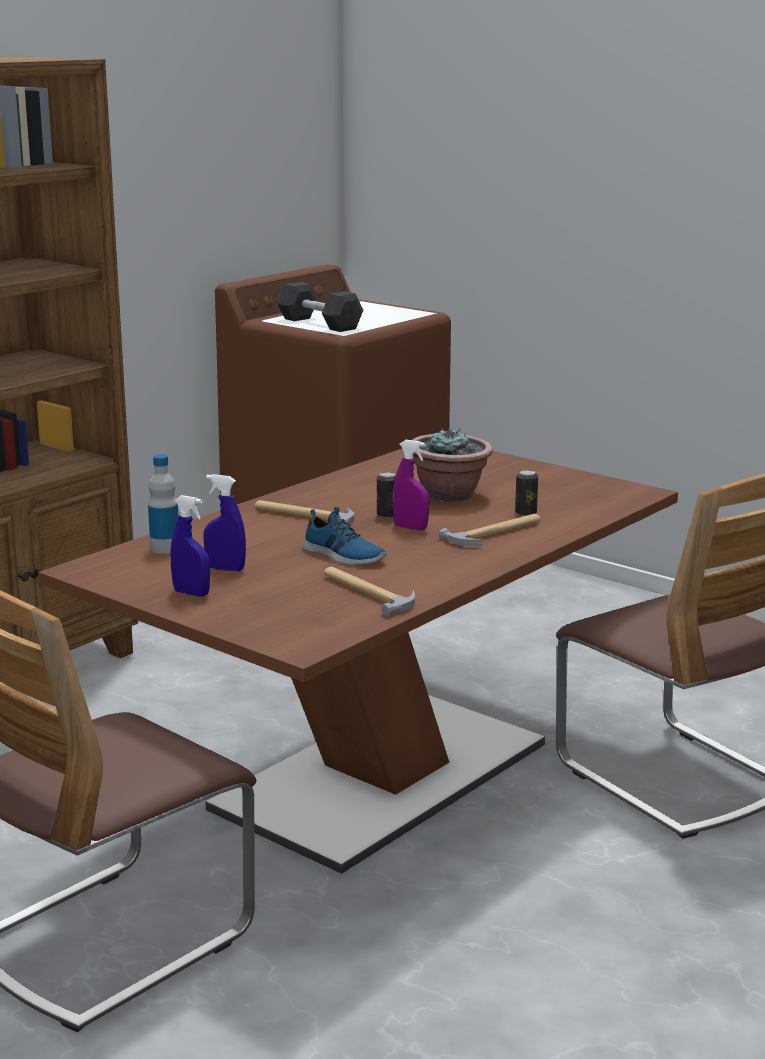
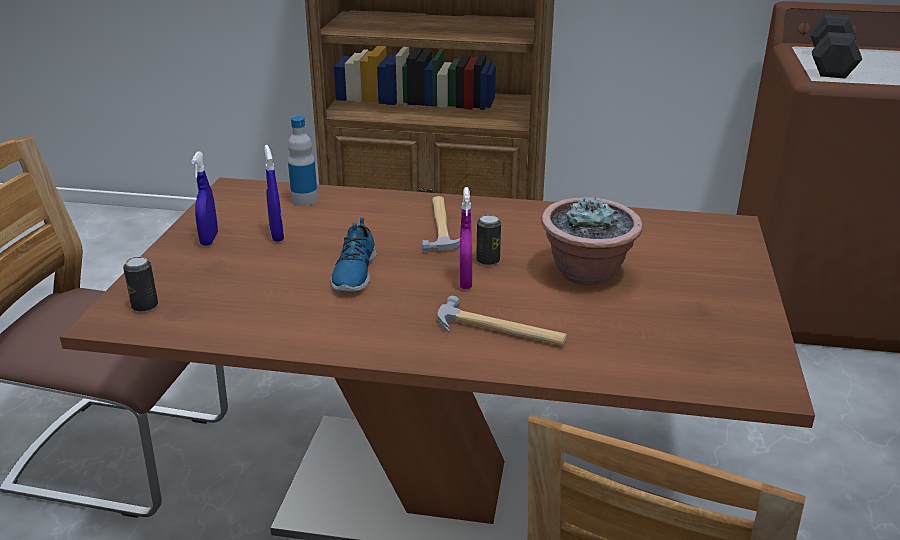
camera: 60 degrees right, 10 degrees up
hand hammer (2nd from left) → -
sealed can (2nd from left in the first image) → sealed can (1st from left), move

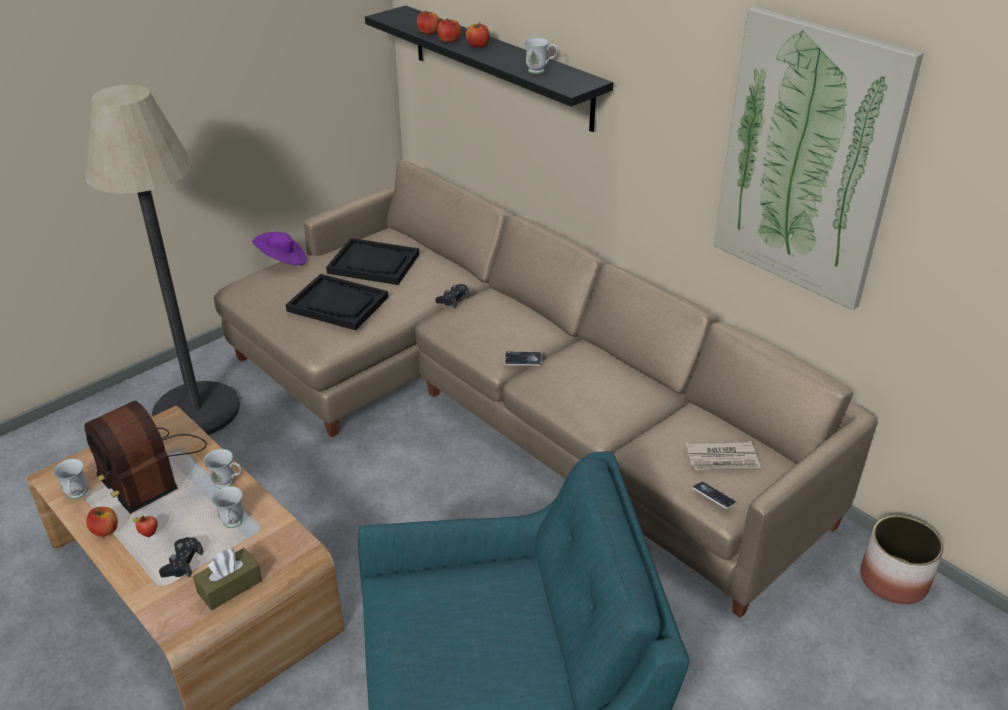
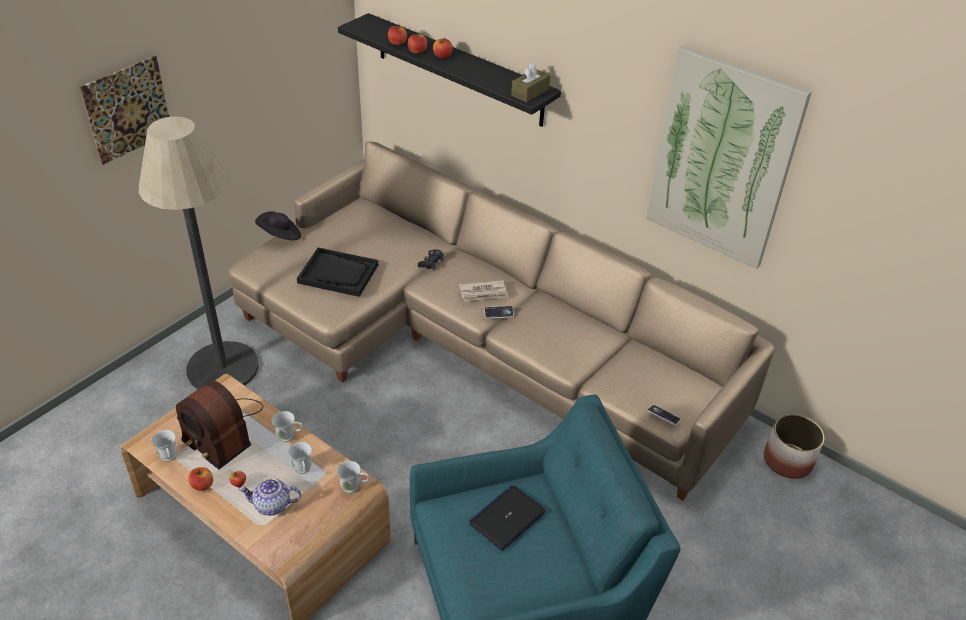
camera: 10 degrees left, 5 degrees up
gamepad/blackish (1st from left) → pot for tea
box of tissues/brownish, move
hat/purplish → hat/blackish
carrying tray/blackish (2nd from left) → -
tea mug/white-coloured (4th from left), move
daily paper, move
- → wall picture (1st from left)
- → portable computer

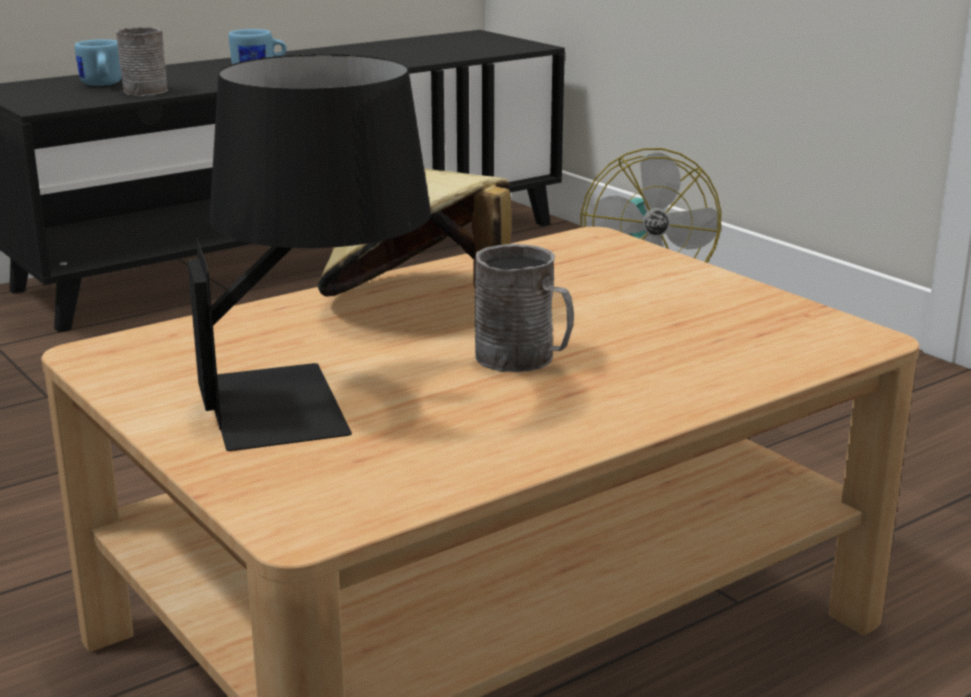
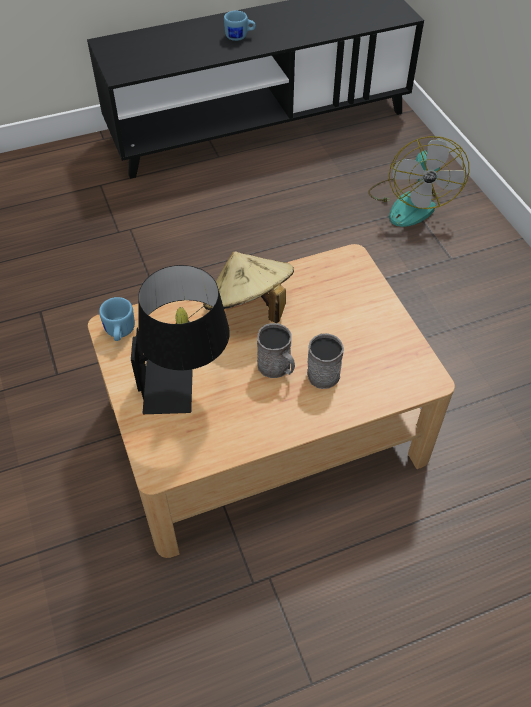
camera: 15 degrees right, 30 degrees up
tea mug/blue-coloured (1st from left), move
tea mug/greyish (1st from left in the first image) → tea mug/greyish (2nd from left), move

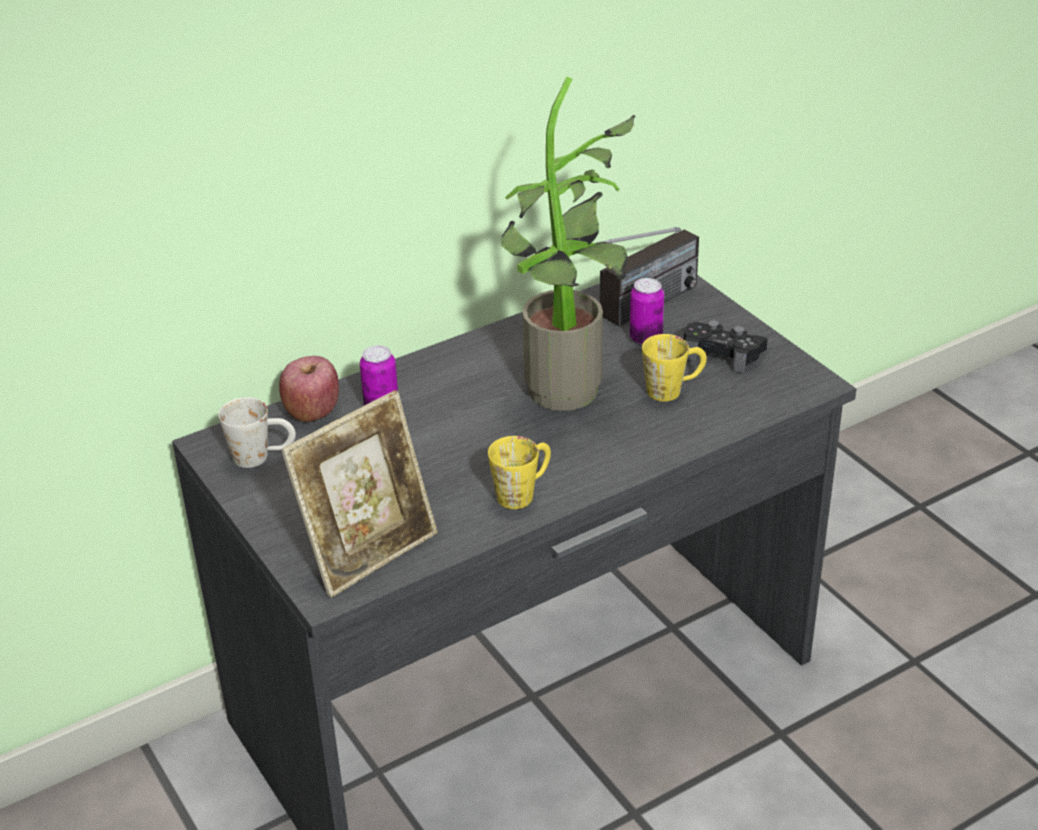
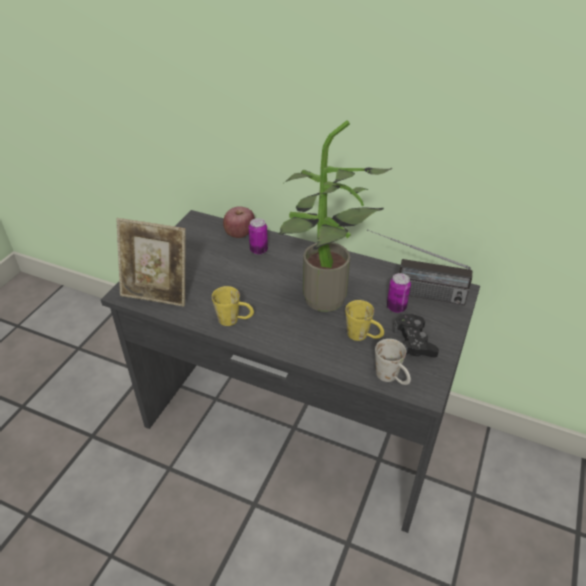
camera: 55 degrees right, 5 degrees up
tea mug/white-coloured, move

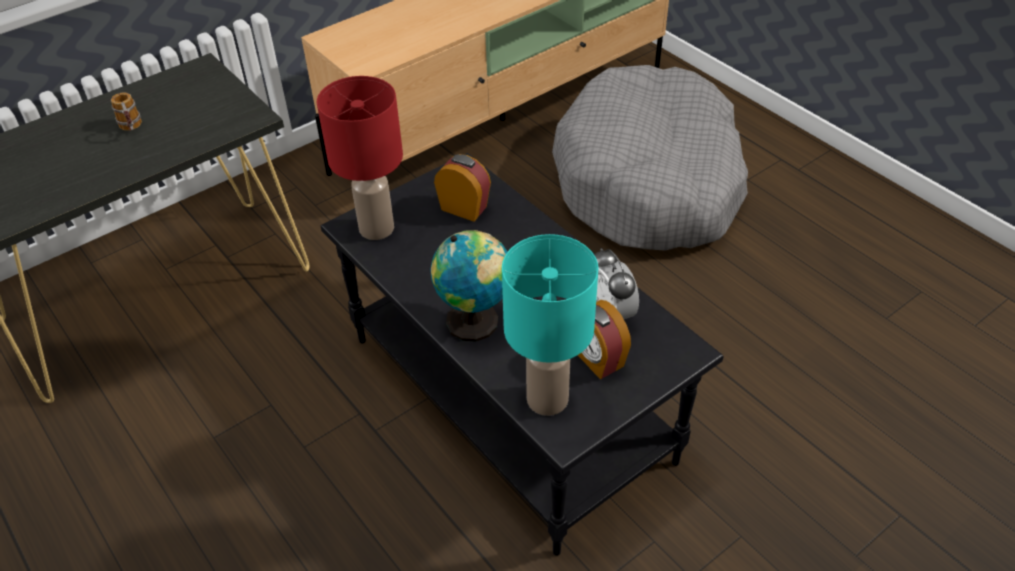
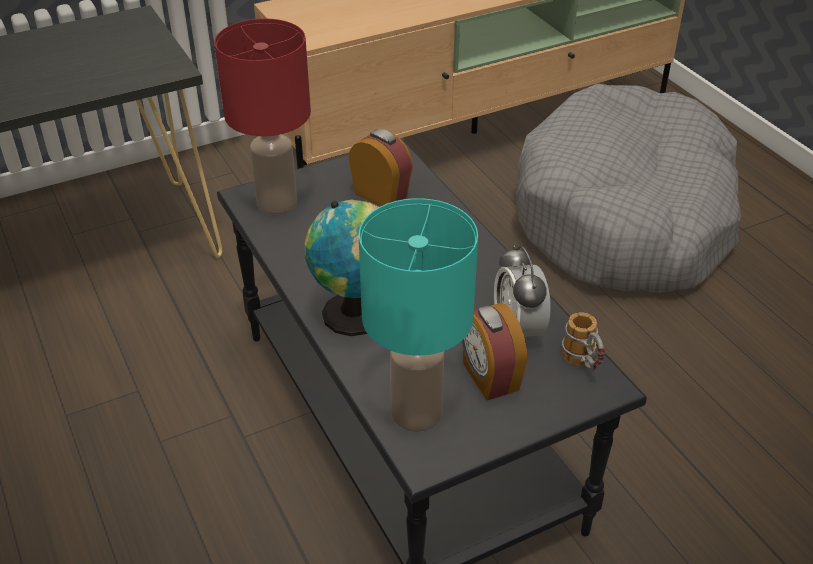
camera: 10 degrees right, 5 degrees down
tea mug, move

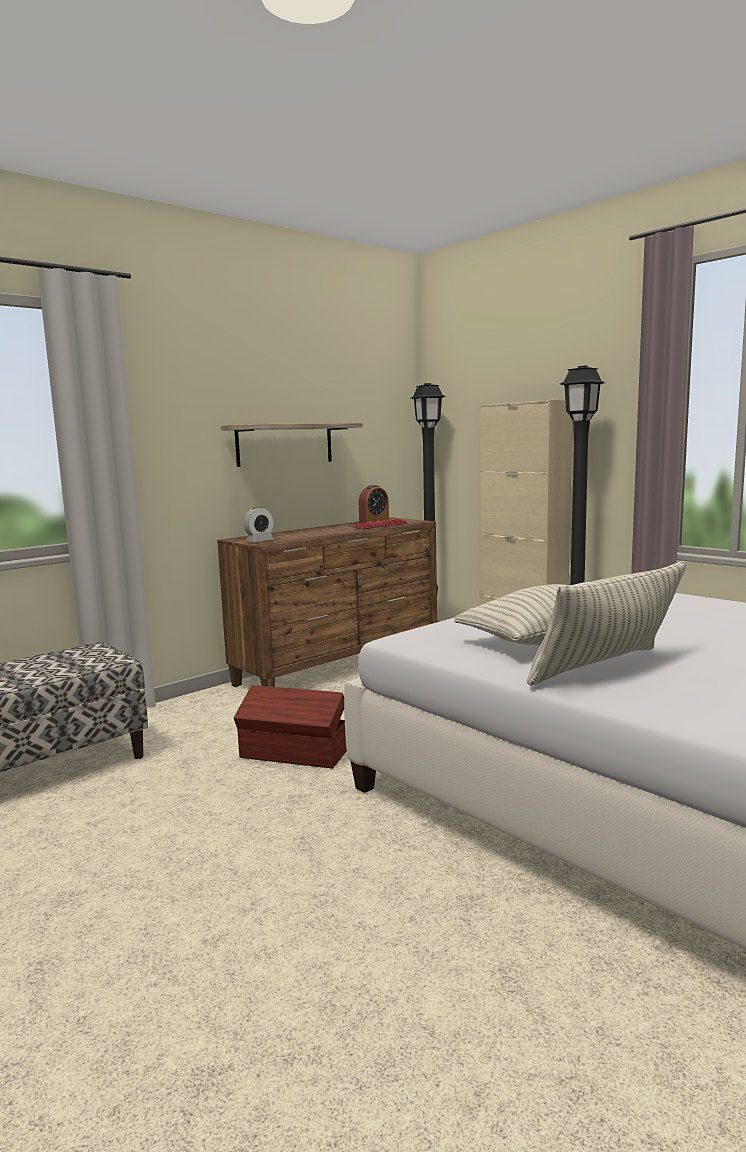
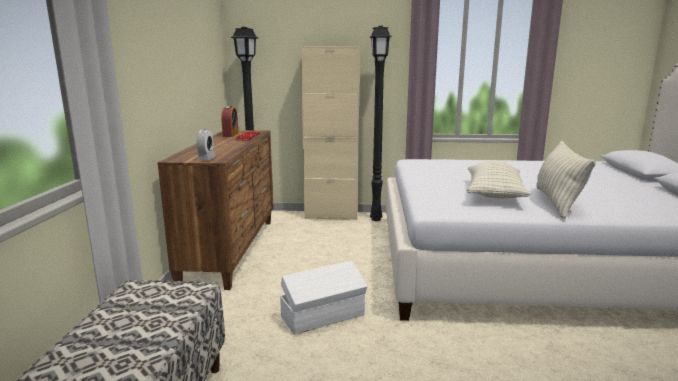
camera: 45 degrees left, 5 degrees up
wall shelf → -
storage box/brownish → storage box/white-coloured

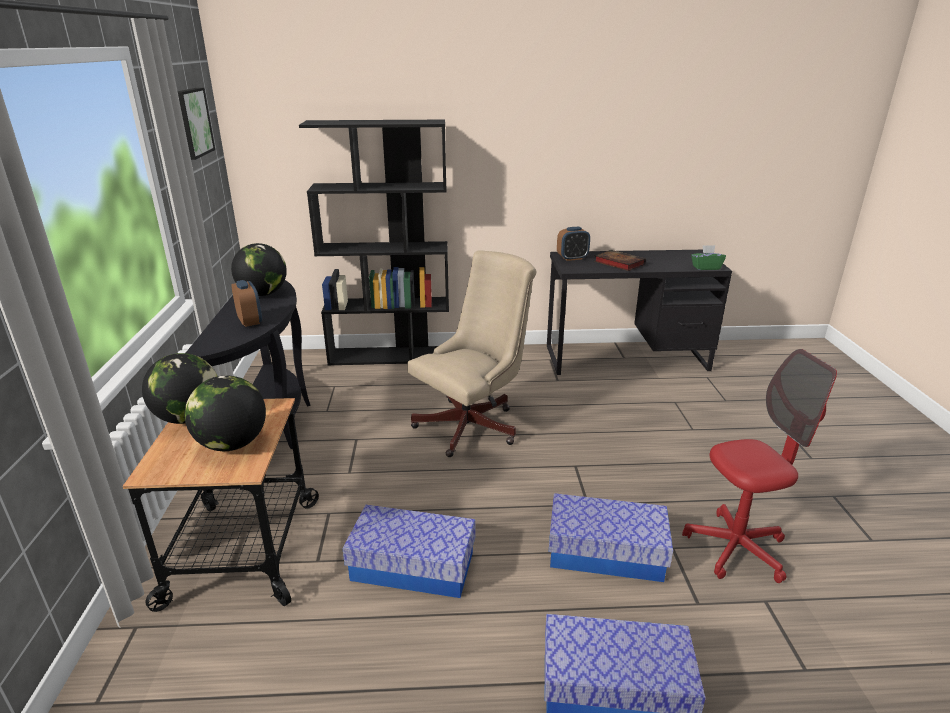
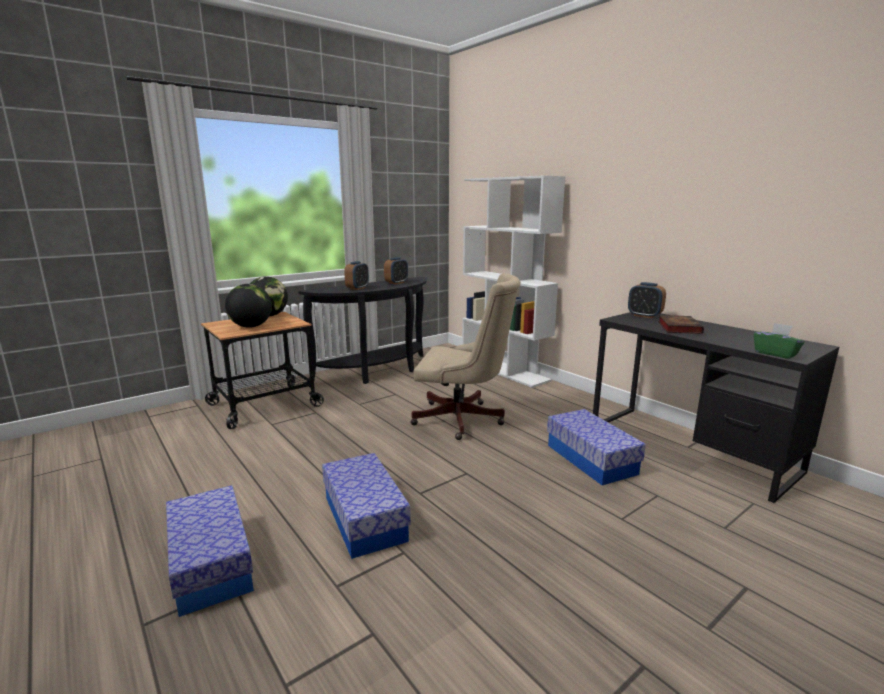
camera: 55 degrees right, 10 degrees down
wall picture → -
world globe (3rd from left) → alarm clock (2nd from left)
bookcase/blackish → bookcase/white-coloured
storage box (1st from left in the first image) → storage box (3rd from left), move
computer chair/reddish → -

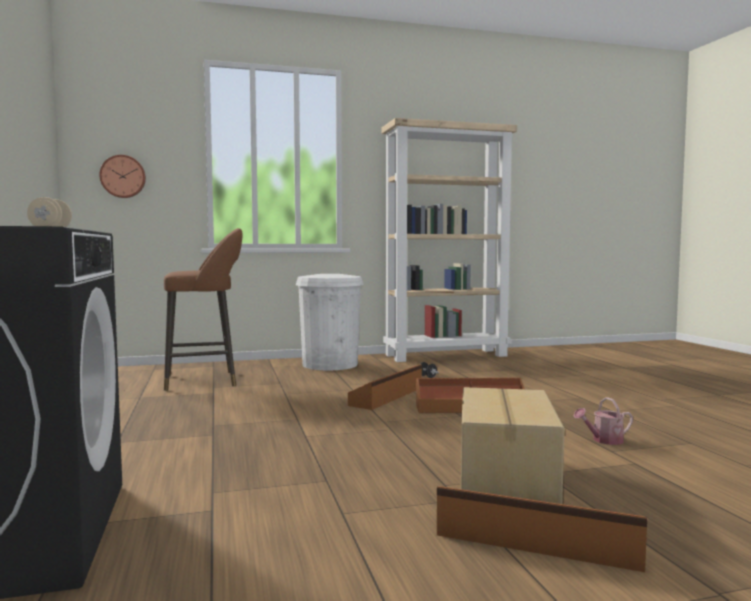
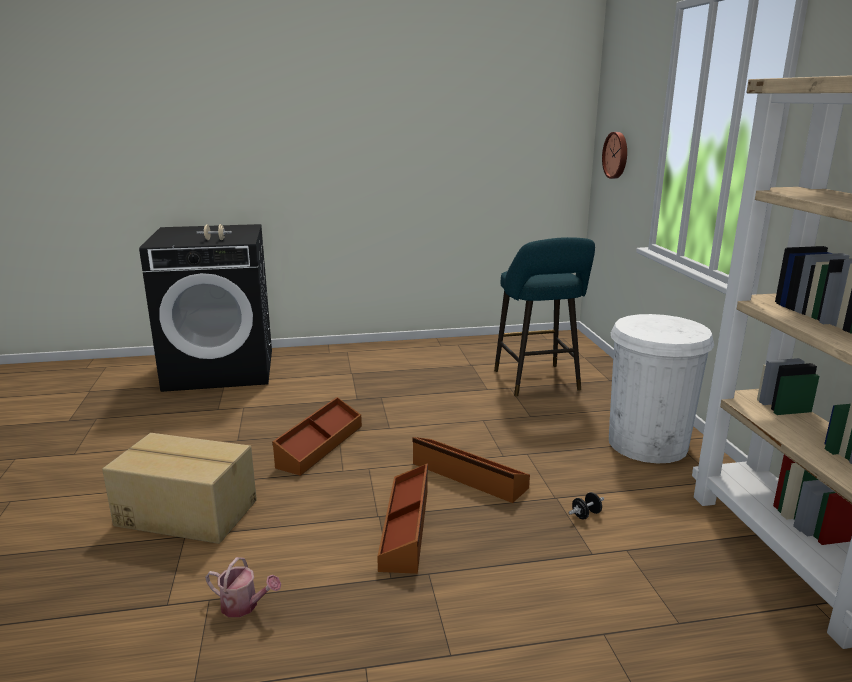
camera: 95 degrees right, 15 degrees up
stool/brownish → stool/turquoise-coloured
storage box/brownish (3rd from left in the first image) → storage box/brownish (1st from left), move
sprinkling can, 120 degrees clockwise

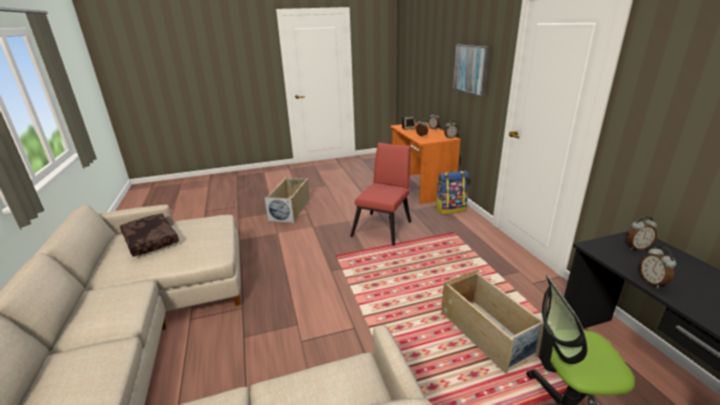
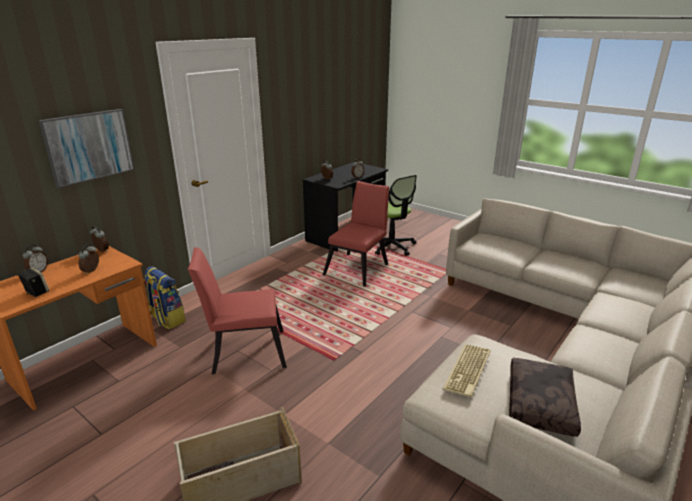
camera: 125 degrees left, 0 degrees up
storage box/beige (2nd from left) → plain chair/reddish (2nd from left)
- → computer keyboard

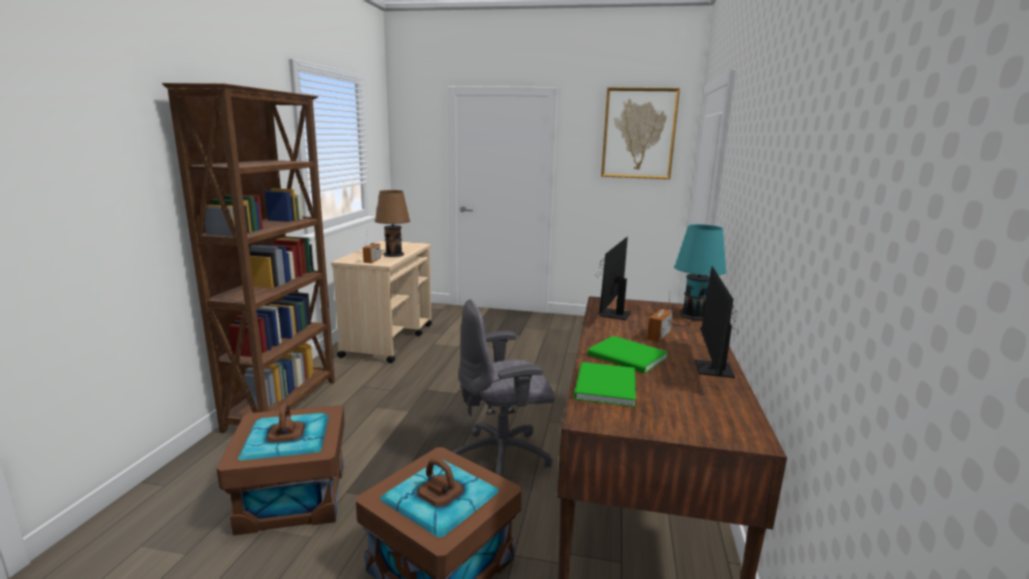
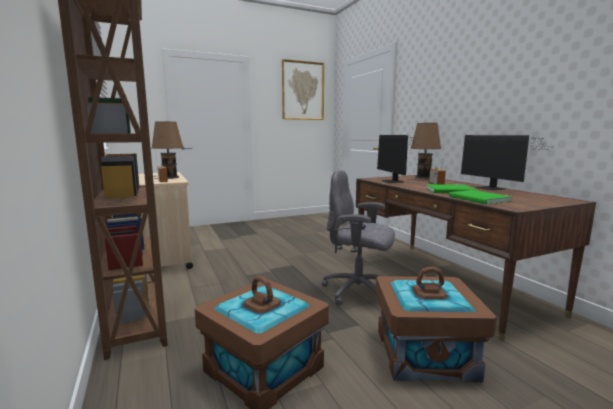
camera: 35 degrees left, 5 degrees down
computer chair/greyish, 75 degrees clockwise
tabletop lamp/turquoise-coloured → tabletop lamp/brownish (2nd from left)

